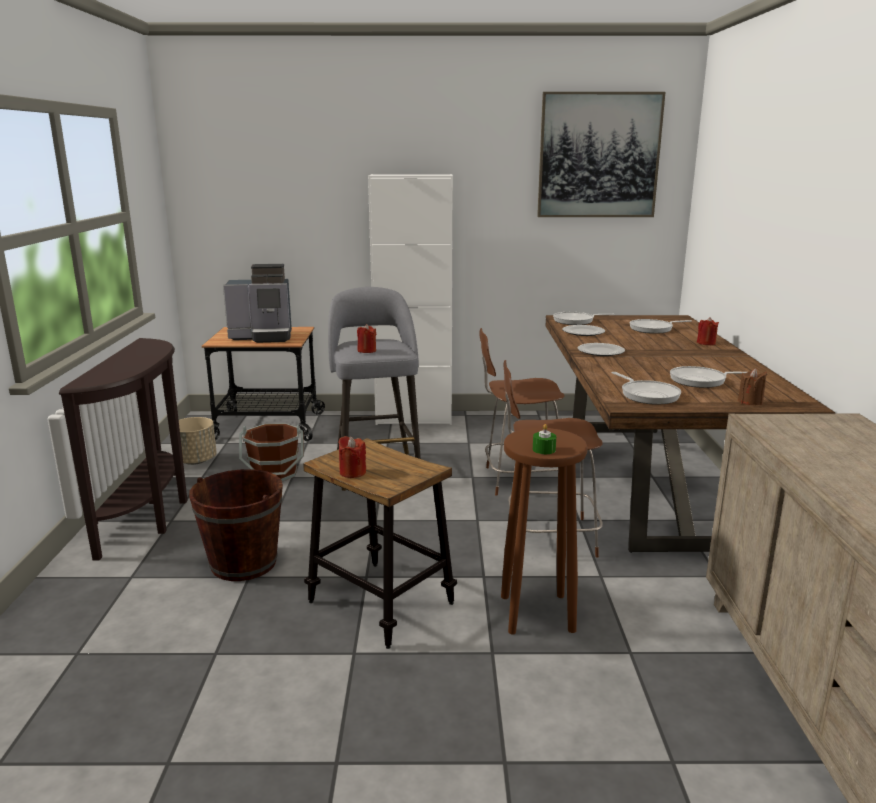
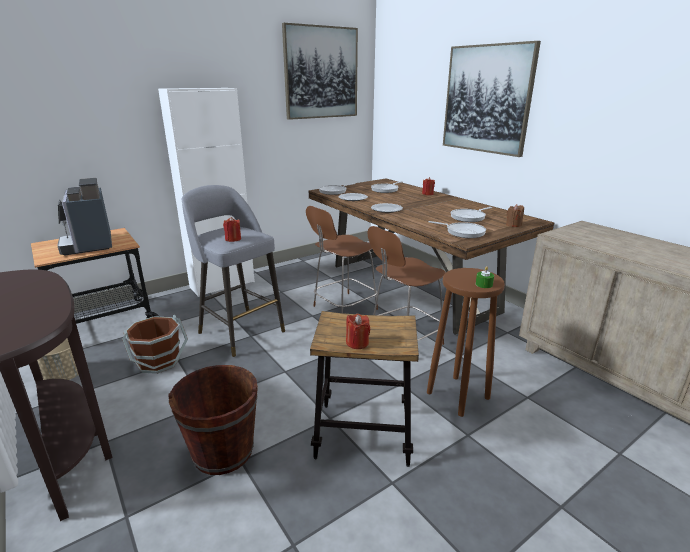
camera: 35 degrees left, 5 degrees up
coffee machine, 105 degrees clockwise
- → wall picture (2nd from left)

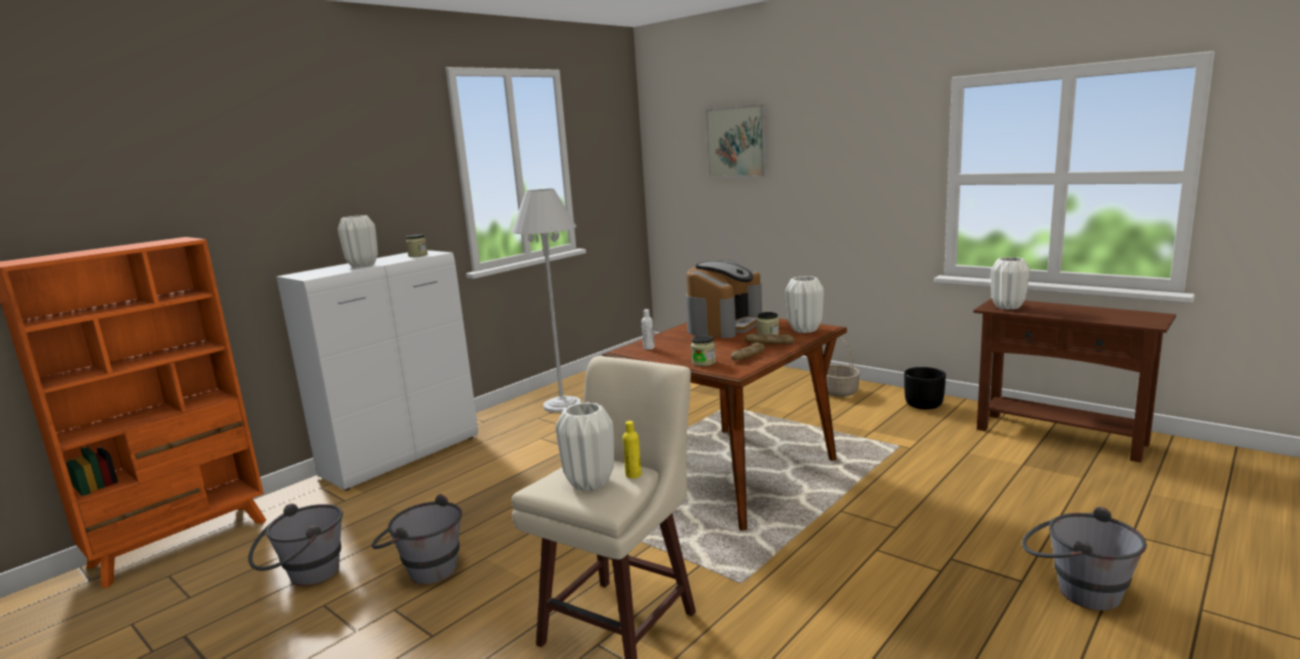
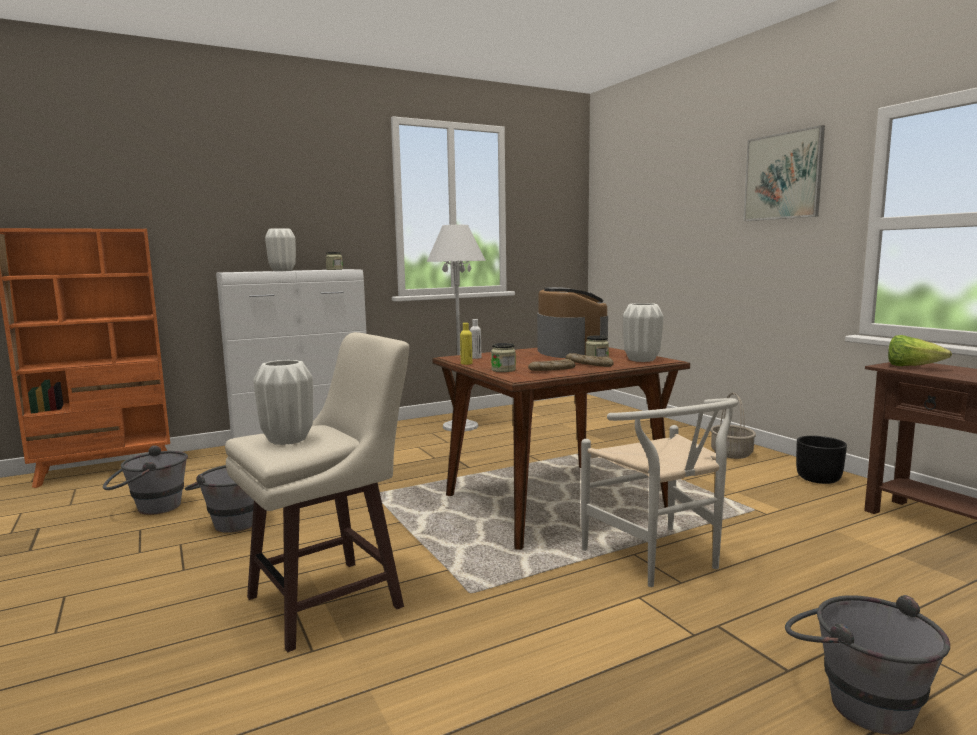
camera: 20 degrees right, 5 degrees down
bottle/yellow-coloured, move
coffee machine, 60 degrees counterclockwise
wall picture, move
decorative vase/white-coloured (4th from left) → head of lettuce
- → plain chair/white-coloured

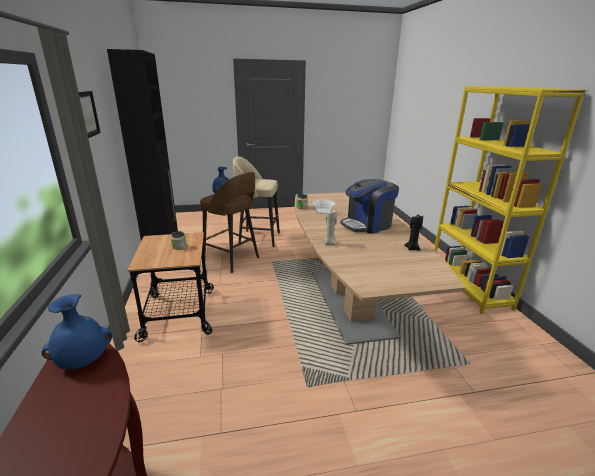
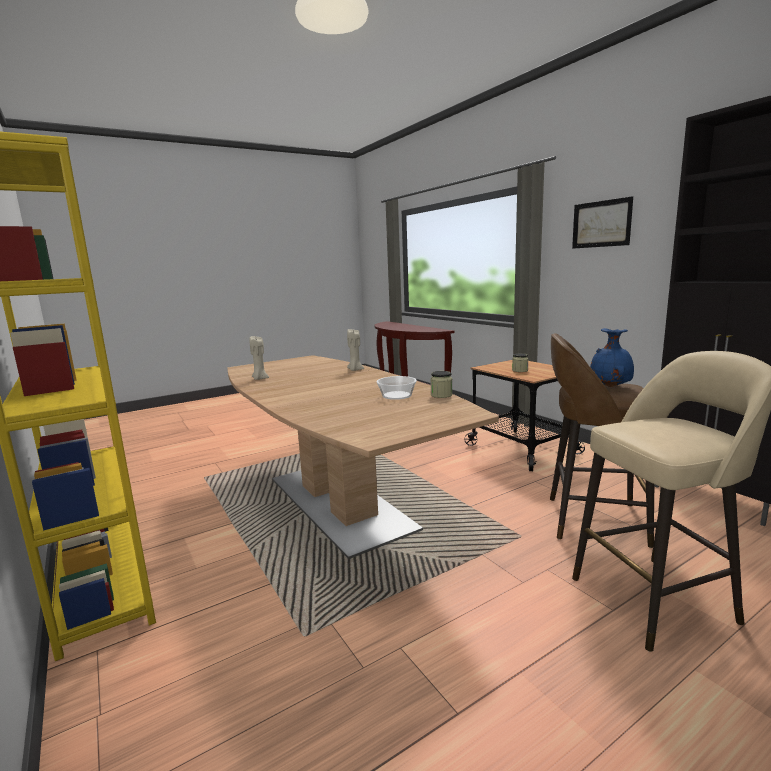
camera: 160 degrees right, 10 degrees down
decorative vase/blue-coloured (1st from left) → -
coffee machine → -
wax candle/blackish → wax candle/beige (1st from left)

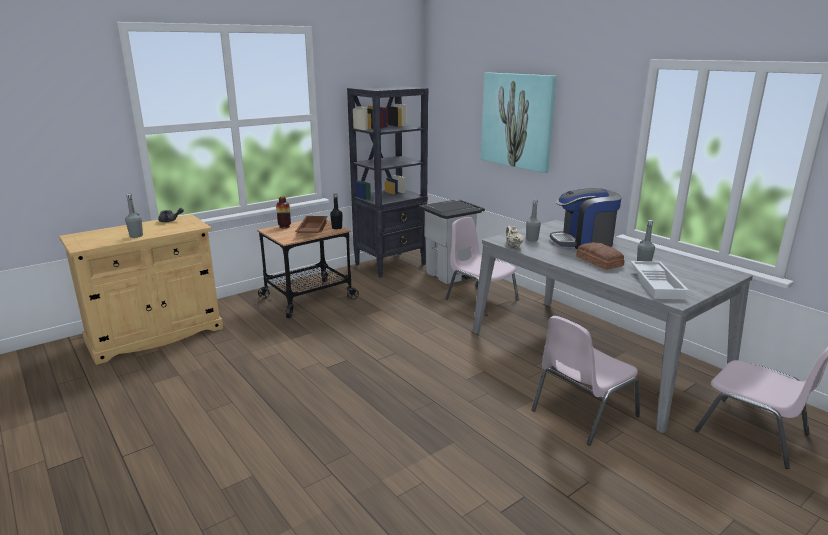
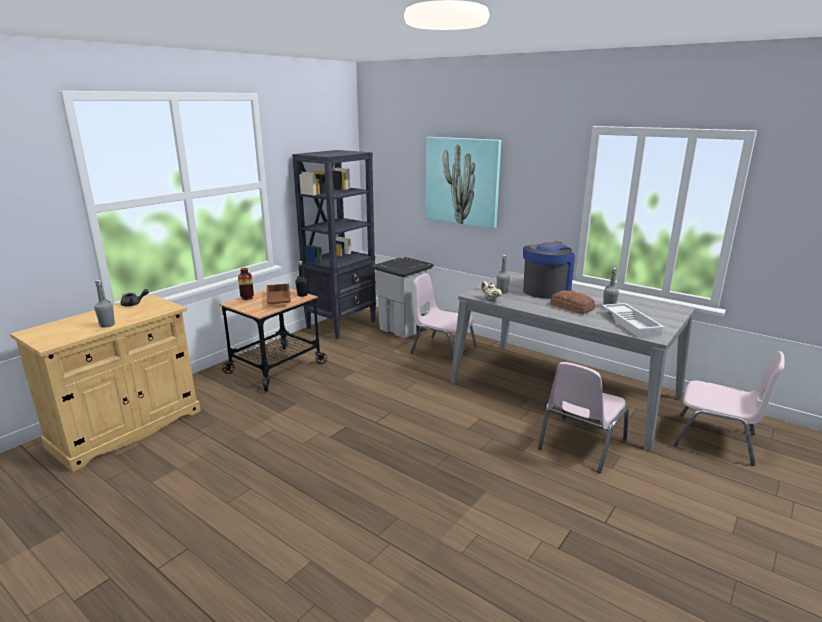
camera: 15 degrees left, 0 degrees up
coffee machine, 150 degrees clockwise

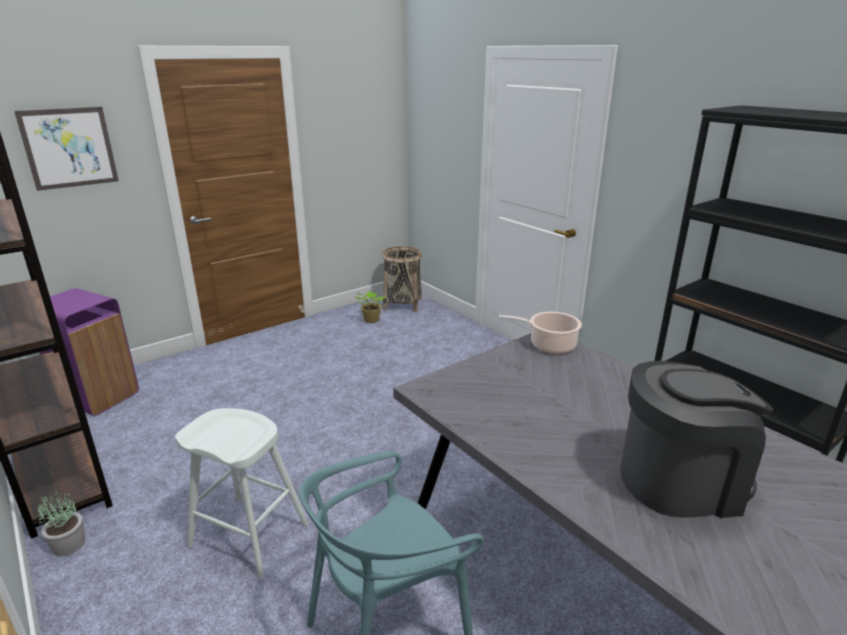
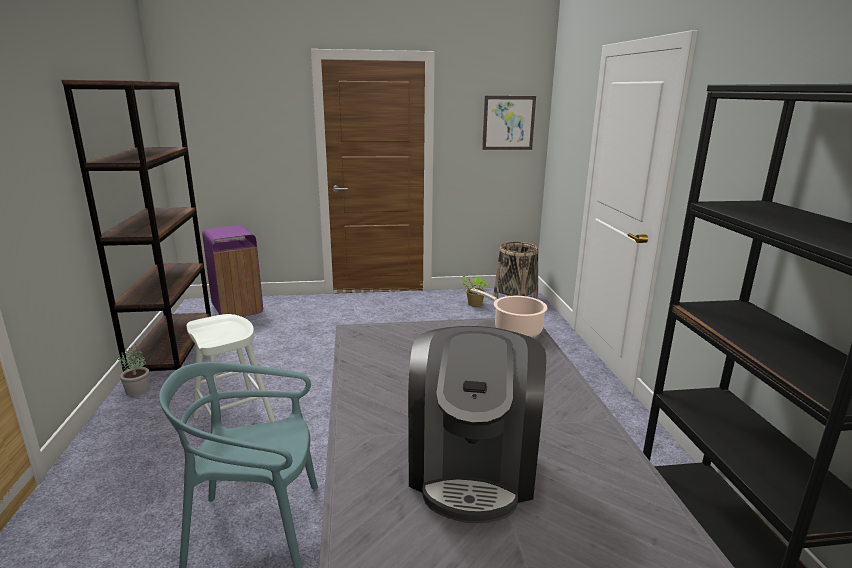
camera: 30 degrees right, 5 degrees down
wall picture, move
coffee machine, 75 degrees clockwise

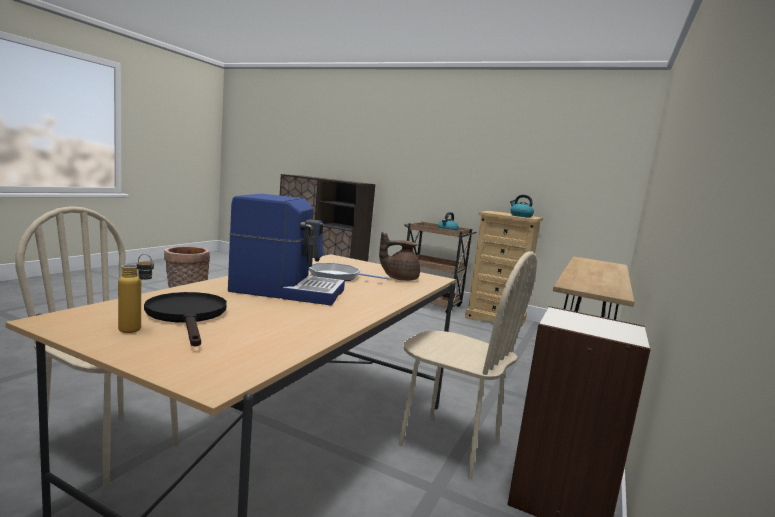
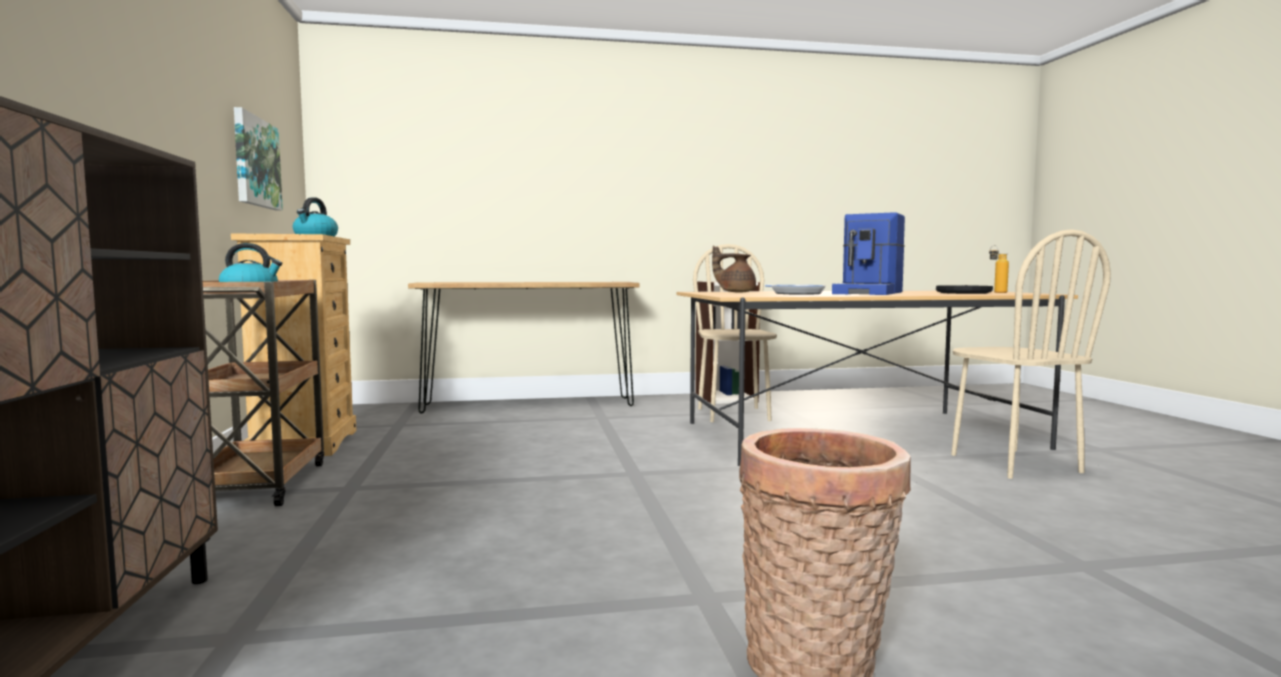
camera: 125 degrees left, 5 degrees down
coffee machine, 120 degrees counterclockwise
pot for tea/brownish, 150 degrees clockwise
- → wall picture

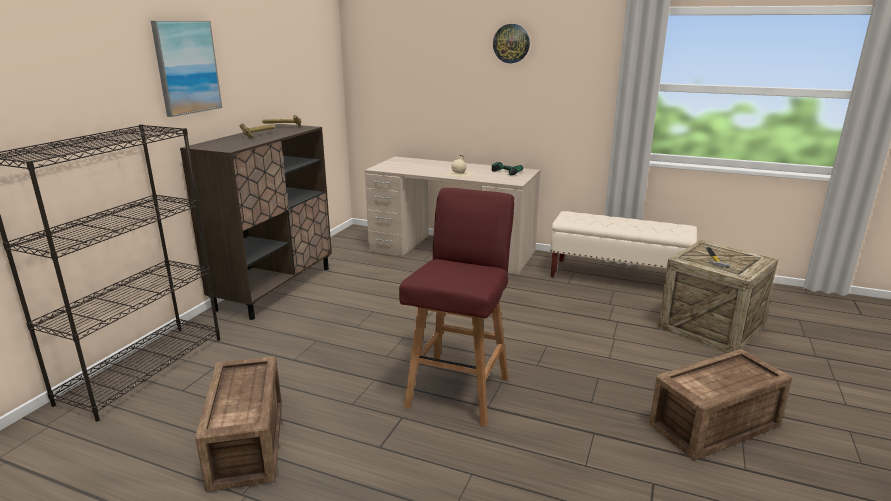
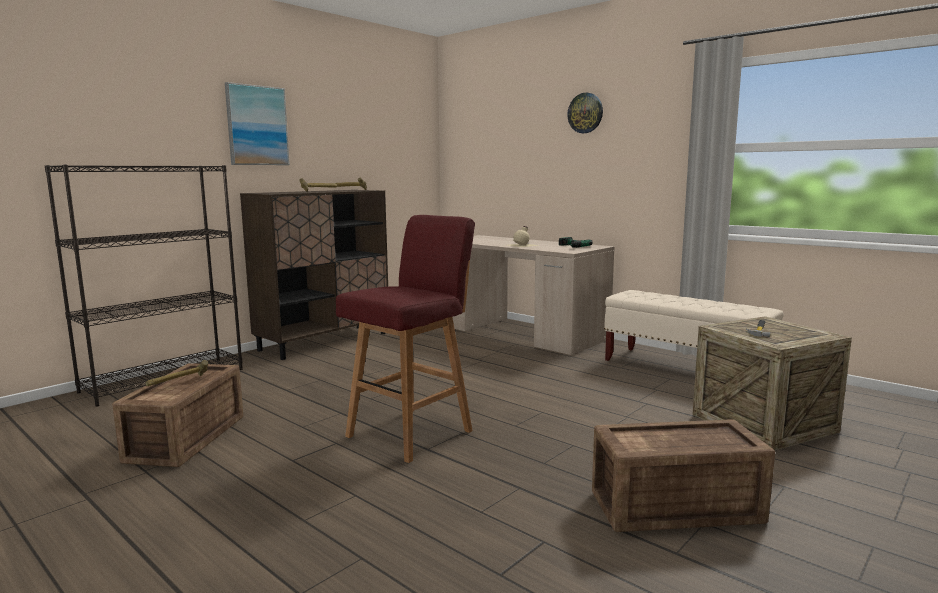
camera: 20 degrees right, 10 degrees down
- → hand hammer (1st from left)

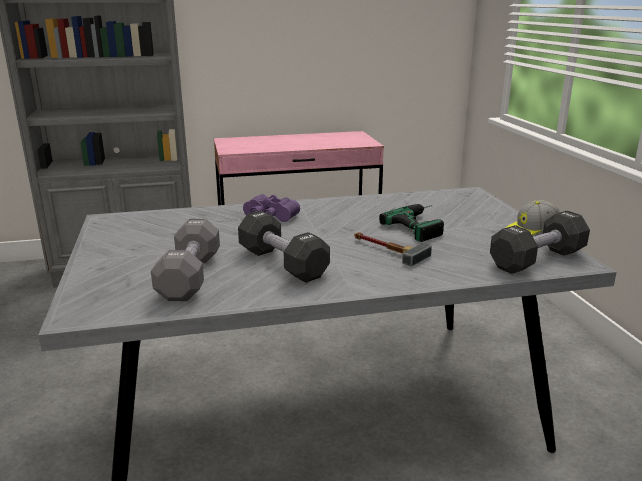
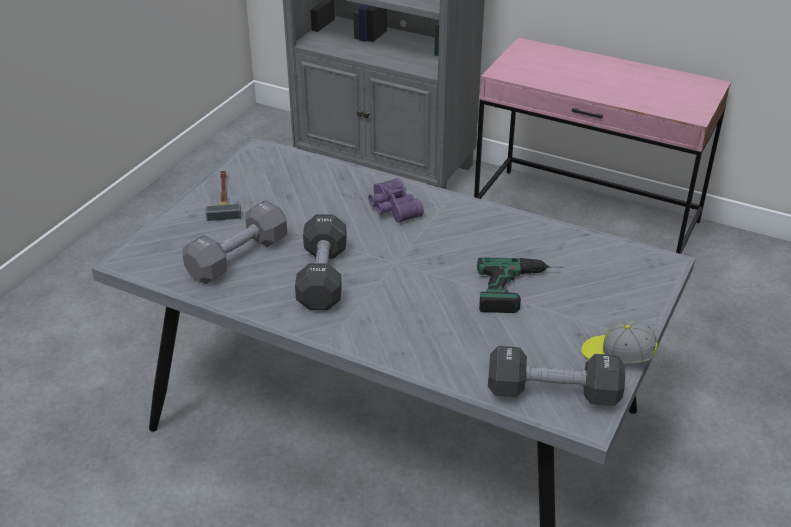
camera: 40 degrees right, 15 degrees up
hand hammer, move

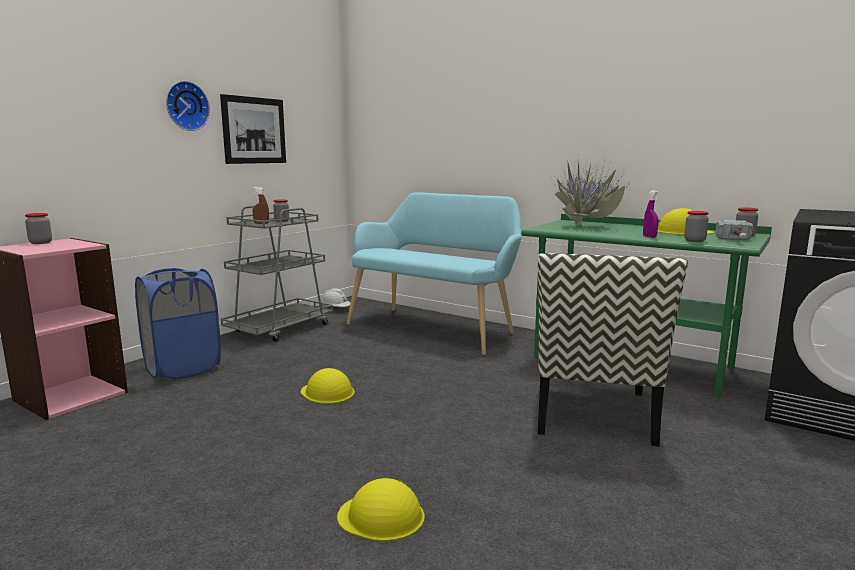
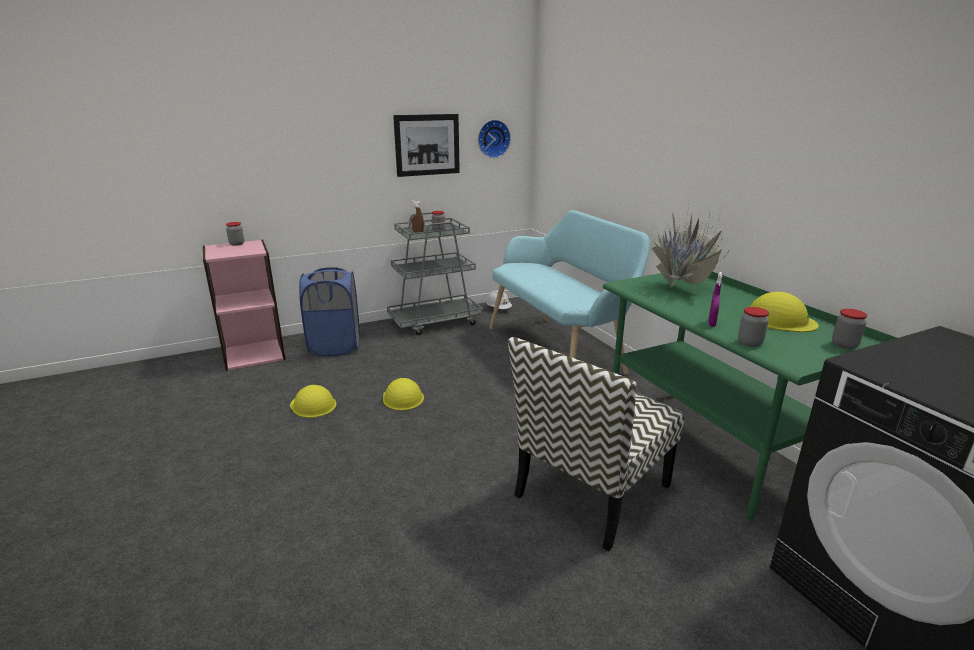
camera: 30 degrees right, 10 degrees up
hanging clock, move
work helmet/yellow-coloured (2nd from left in the first image) → work helmet/yellow-coloured (1st from left), move
hand hammer → -

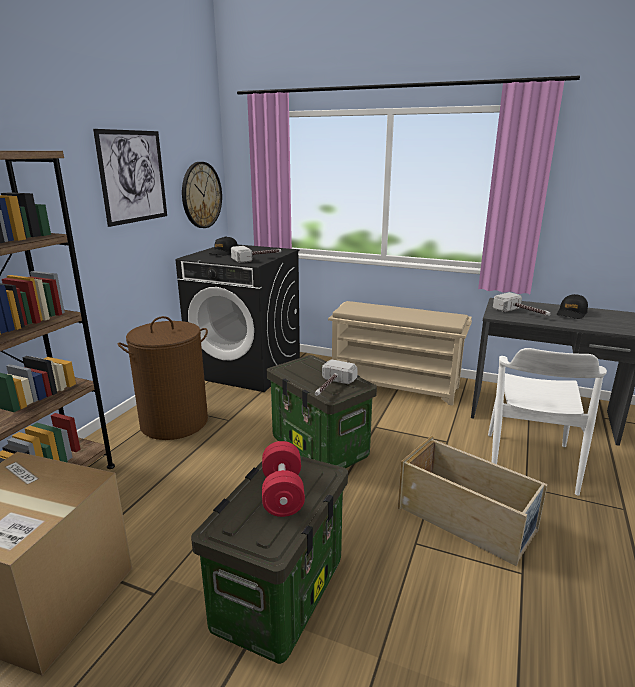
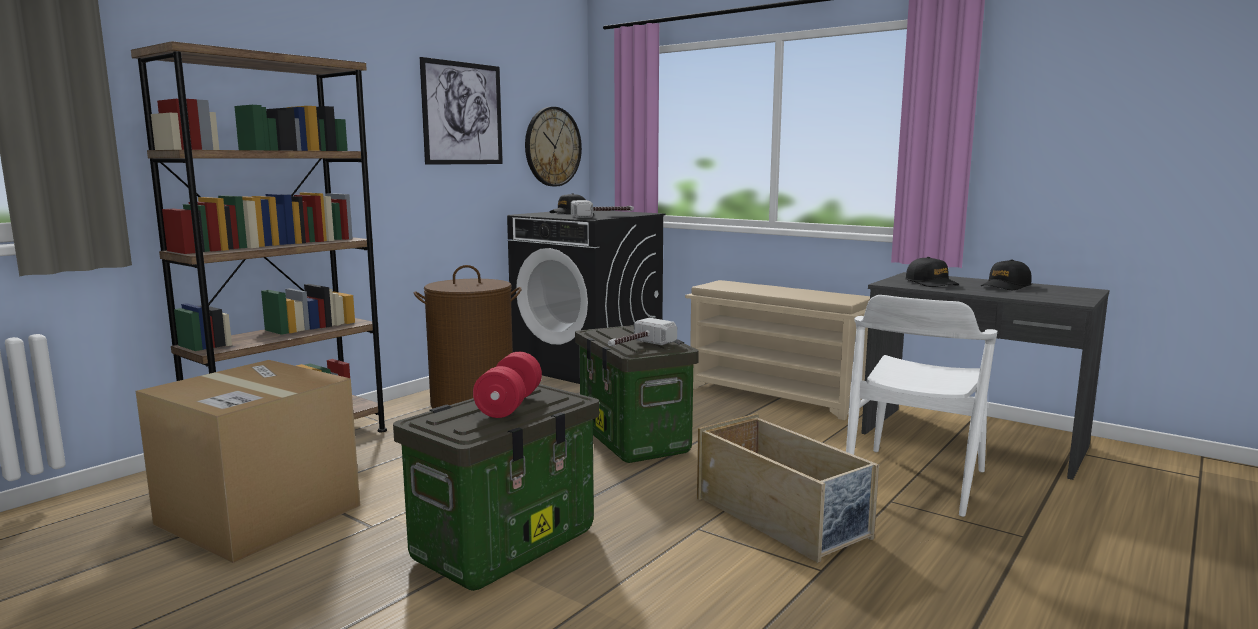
camera: 15 degrees right, 10 degrees down
hand hammer (3rd from left) → baseball cap/blackish (2nd from left)

